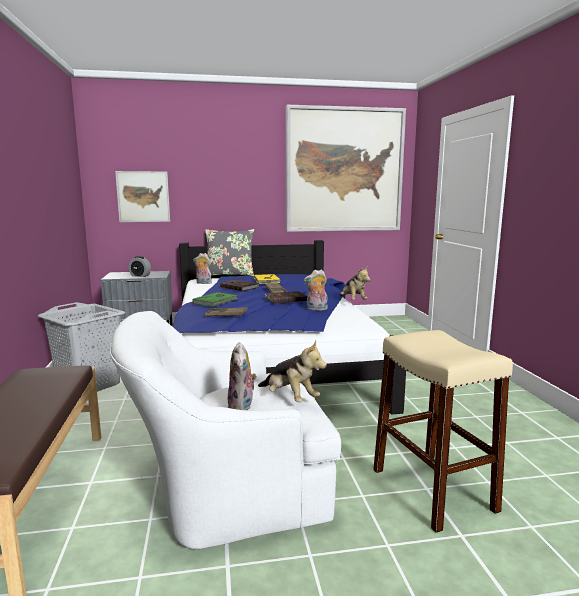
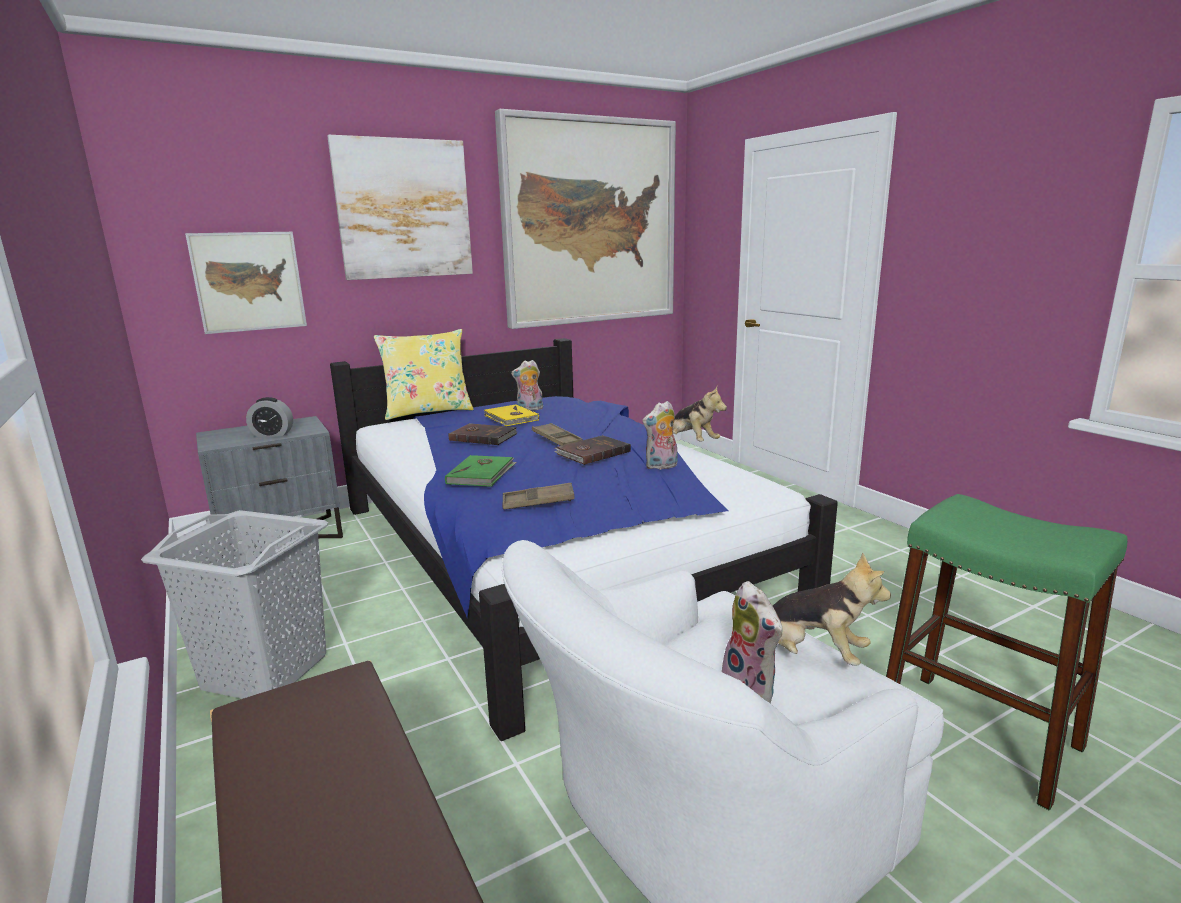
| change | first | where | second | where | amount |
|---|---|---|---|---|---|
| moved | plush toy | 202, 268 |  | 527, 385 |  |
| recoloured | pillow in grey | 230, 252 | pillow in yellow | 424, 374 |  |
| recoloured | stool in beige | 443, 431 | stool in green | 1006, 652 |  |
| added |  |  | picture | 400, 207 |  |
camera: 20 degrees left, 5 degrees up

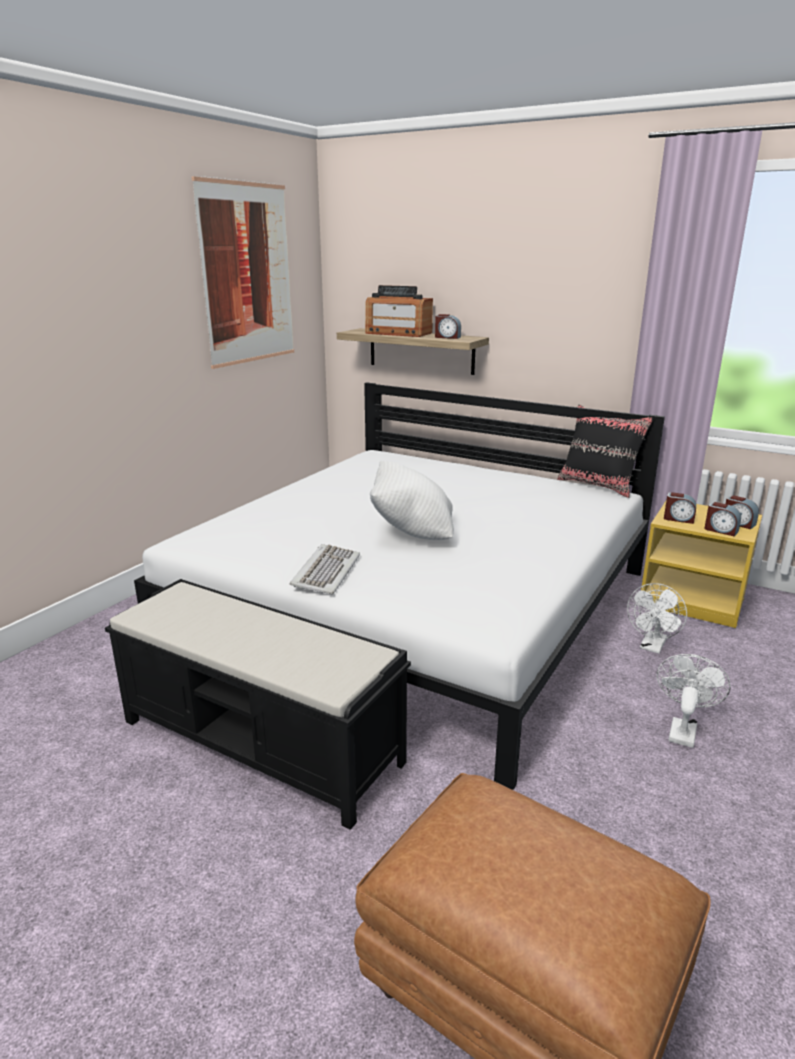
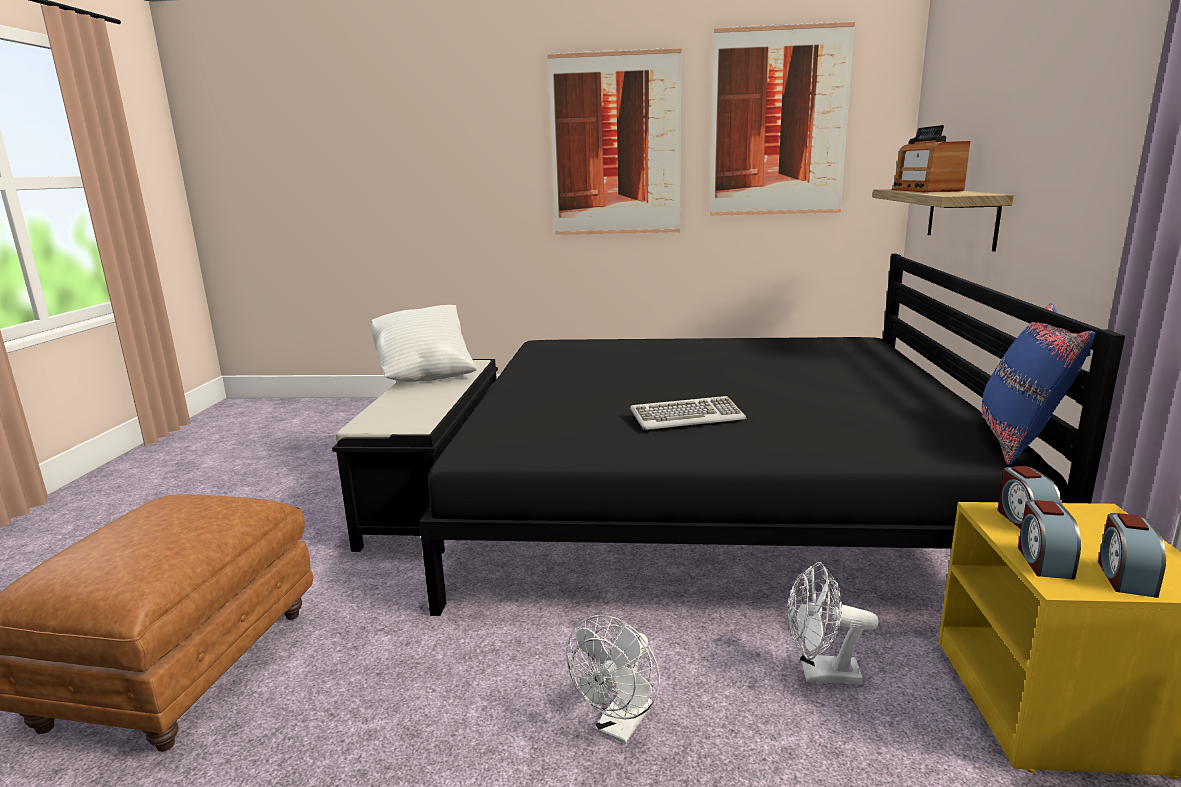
| change | first | where | second | where | amount |
|---|---|---|---|---|---|
| recoloured | bed in white | 399, 586 | bed in black | 772, 435 |  |
| moved | keyboard | 325, 569 |  | 688, 413 |  |
| moved | pillow in white | 412, 500 |  | 424, 343 |  |
| removed | alarm clock | 448, 326 |  |  |  |
| recoloured | pillow in black | 605, 451 | pillow in blue | 1038, 384 |  |
| turned | fan in white | 694, 701 |  | 613, 679 | 120 degrees clockwise |
| added |  |  | picture | 614, 141 |  |
camera: 65 degrees right, 5 degrees down

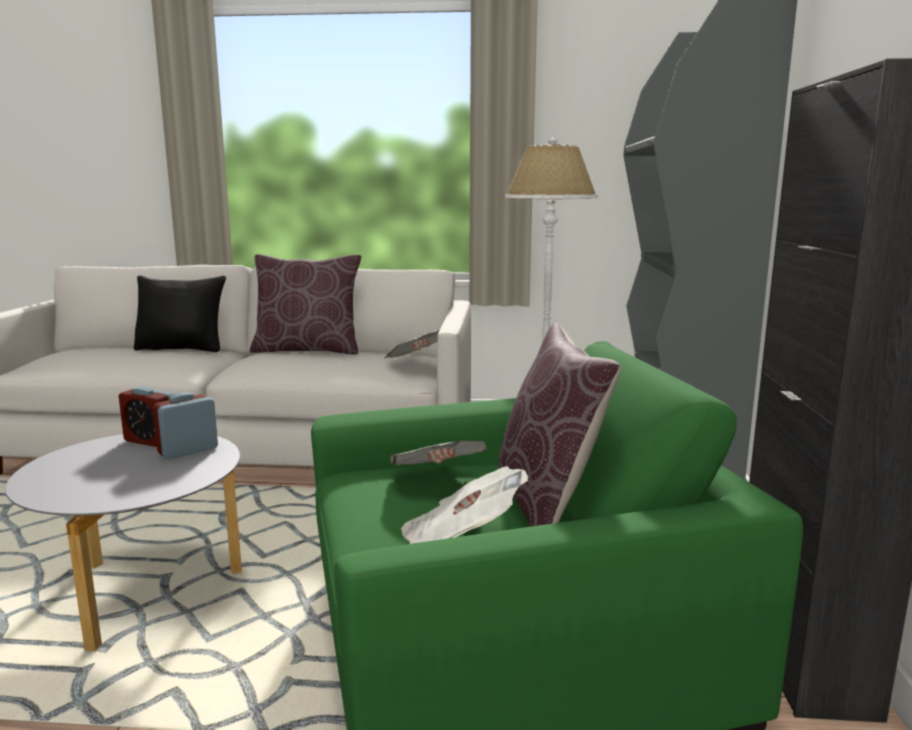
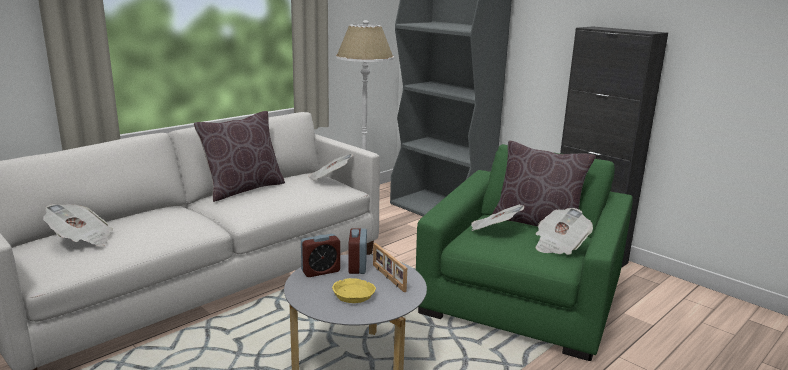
| change | first | where | second | where | amount |
|---|---|---|---|---|---|
| removed | pillow in black | 180, 314 |  |  |  |
| added |  |  | newspaper | 78, 225 |  |
| added |  |  | bowl in yellow | 354, 290 |  |
| added |  |  | picture frame | 390, 267 |  |
camera: 50 degrees left, 5 degrees up

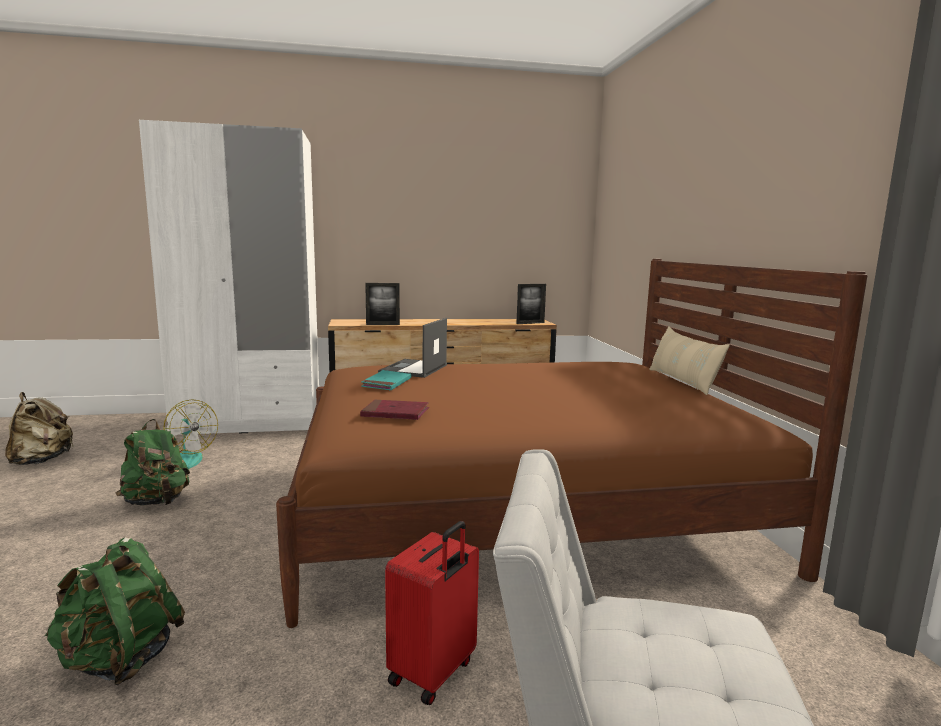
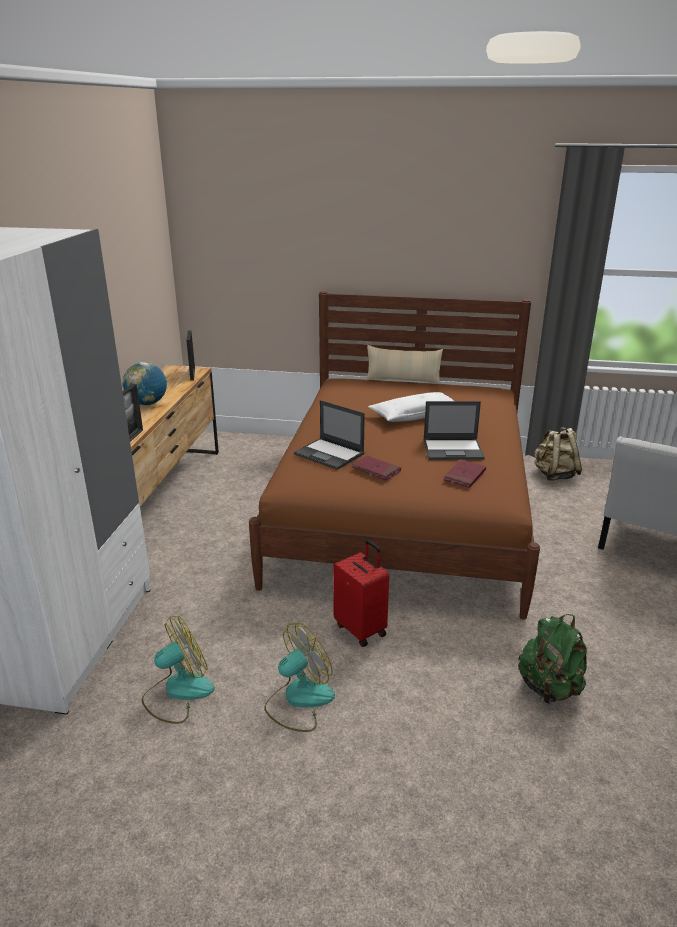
| change | first | where | second | where | amount |
|---|---|---|---|---|---|
| moved | backpack in beige | 39, 428 |  | 558, 454 |  |
| replaced | backpack in green | 152, 462 | fan | 299, 677 |  |
| recoloured | book in turquoise | 386, 380 | book in red | 376, 467 |  |
| moved | suitcase in red | 432, 613 |  | 361, 593 |  |
| added |  |  | globe | 144, 383 |  |
| added |  |  | pillow in white | 411, 407 |  |
| added |  |  | laptop | 454, 430 |  |
camera: 70 degrees left, 15 degrees up

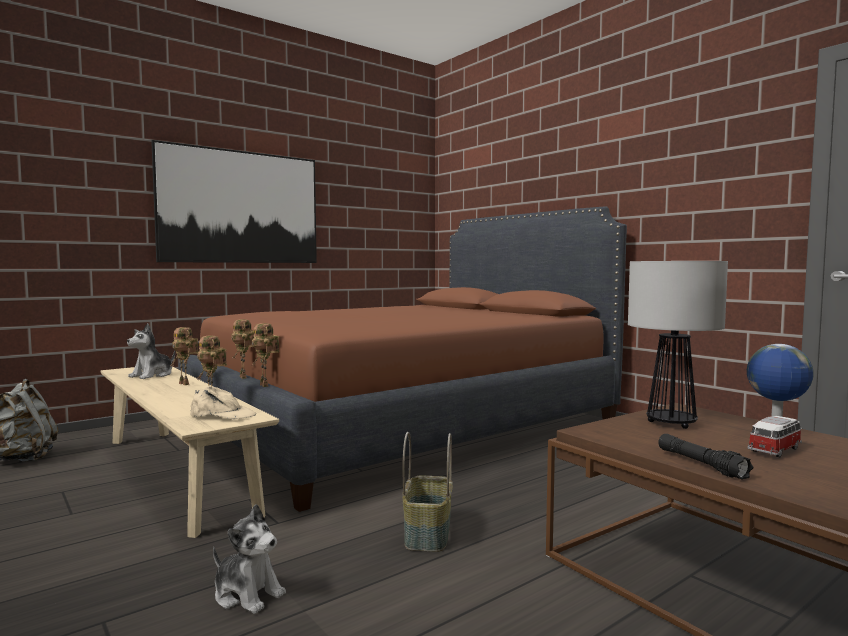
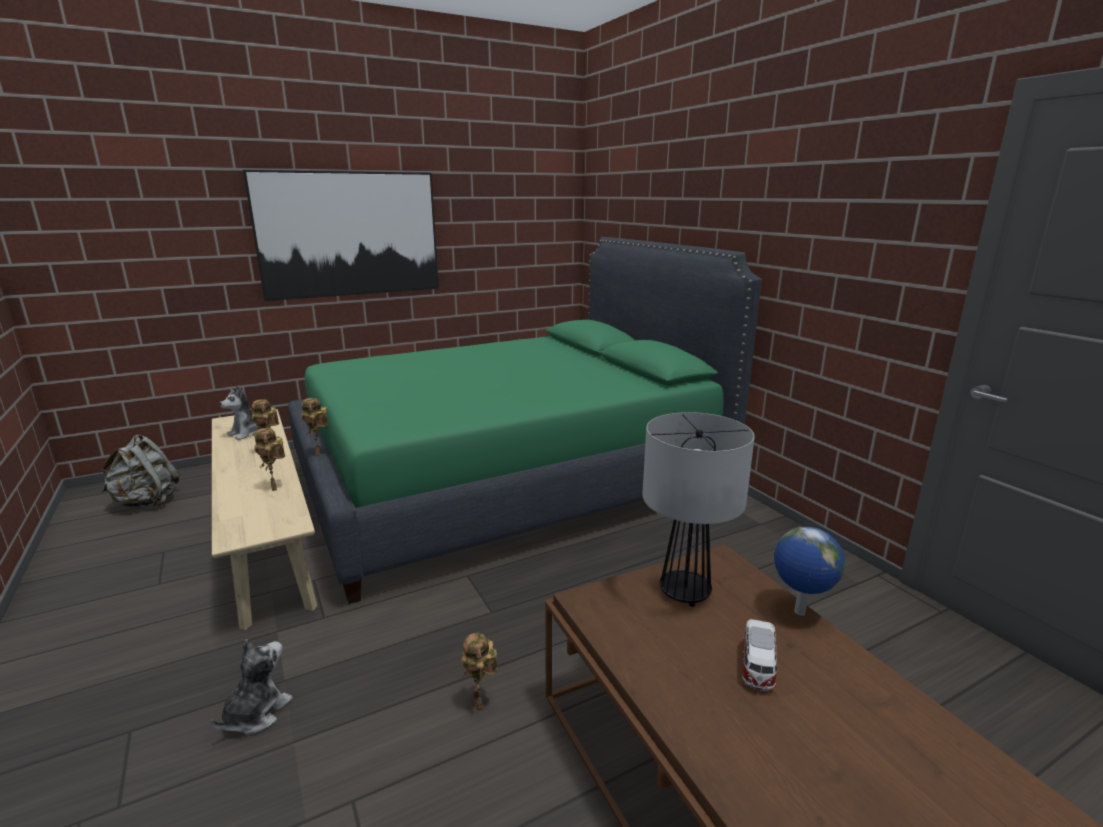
| change | first | where | second | where | amount |
|---|---|---|---|---|---|
| recoloured | bed in brown | 403, 359 | bed in green | 525, 420 |  |
| removed | cap in beige | 223, 402 |  |  |  |
| turned | plush toy | 249, 559 |  | 252, 686 | 105 degrees counterclockwise |
| moved | toy robot | 265, 355 |  | 479, 672 |  |
| removed | basket | 427, 492 |  |  |  |
| removed | flashlight in black | 705, 456 |  |  |  |
| turned | toy car | 775, 436 |  | 760, 655 | 135 degrees clockwise |
camera: 10 degrees right, 15 degrees up

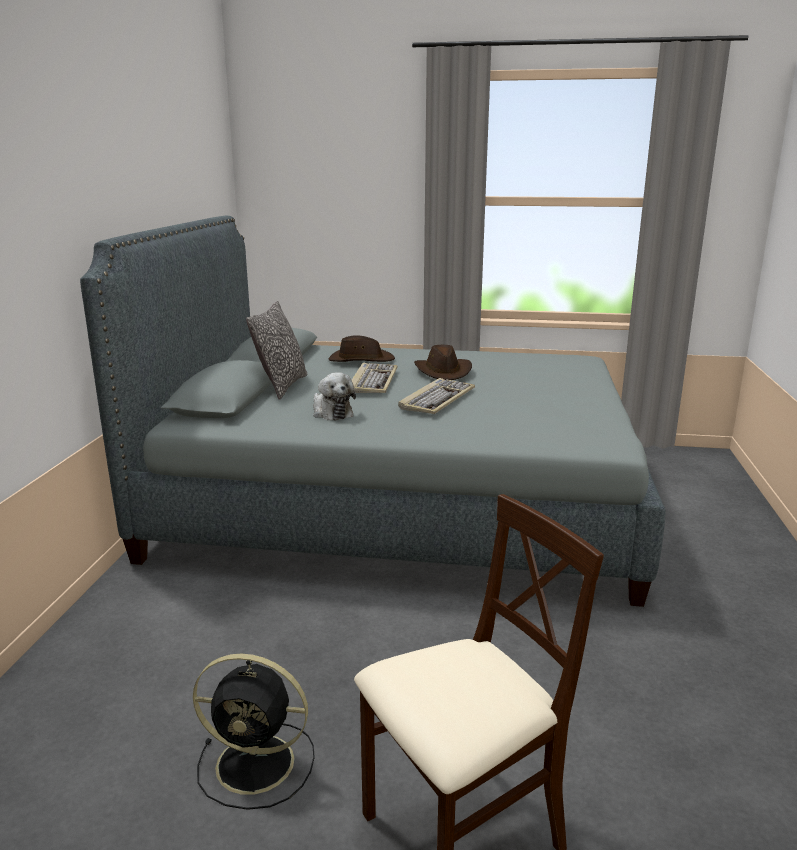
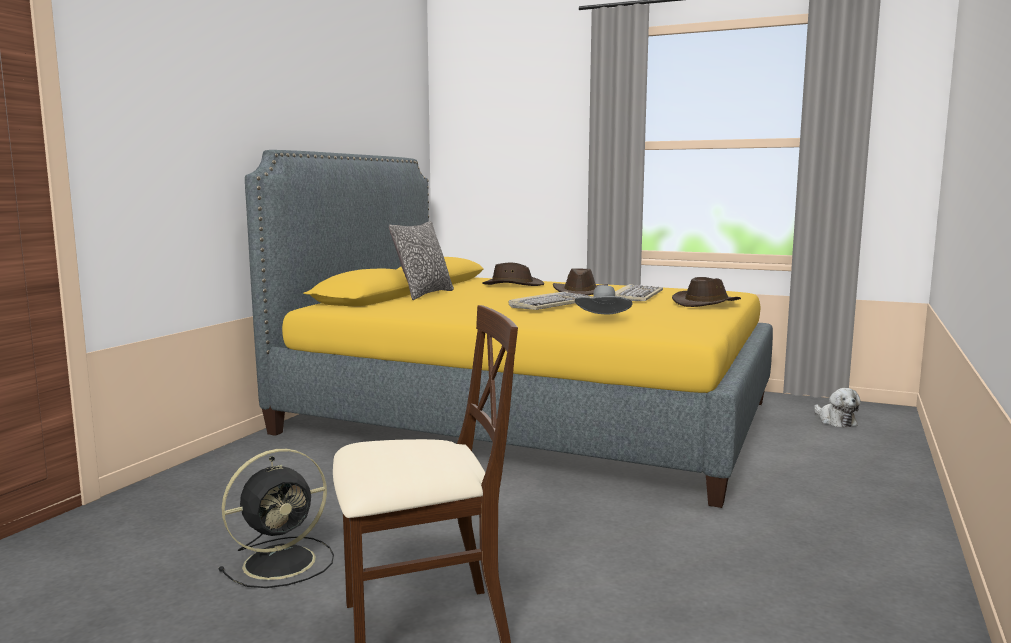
| change | first | where | second | where | amount |
|---|---|---|---|---|---|
| recoloured | bed in grey | 373, 411 | bed in yellow | 509, 329 |  |
| turned | fan in black | 254, 732 |  | 276, 518 | 60 degrees counterclockwise |
| moved | plush toy | 334, 397 |  | 837, 408 |  |
| moved | keyboard | 375, 378 |  | 639, 292 |  |
| added |  |  | hat in grey | 603, 299 |  |
| added |  |  | hat in brown | 706, 292 |  |
camera: 15 degrees right, 10 degrees down

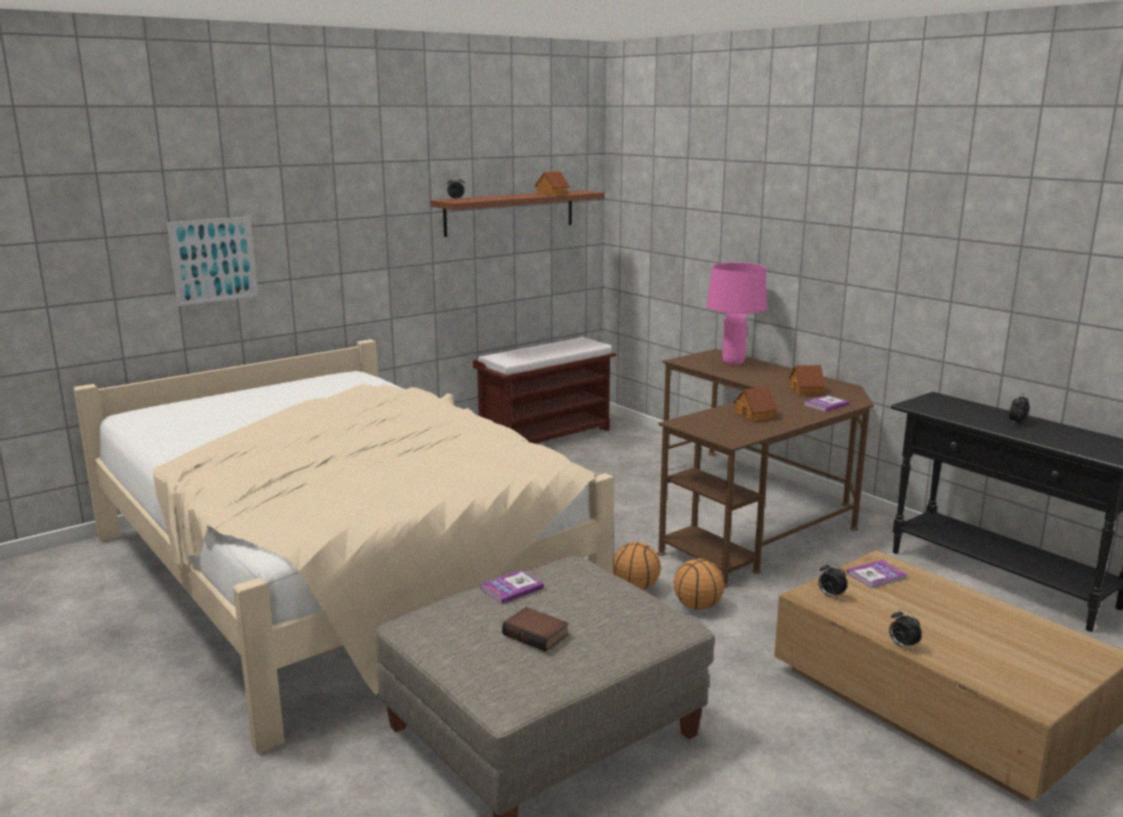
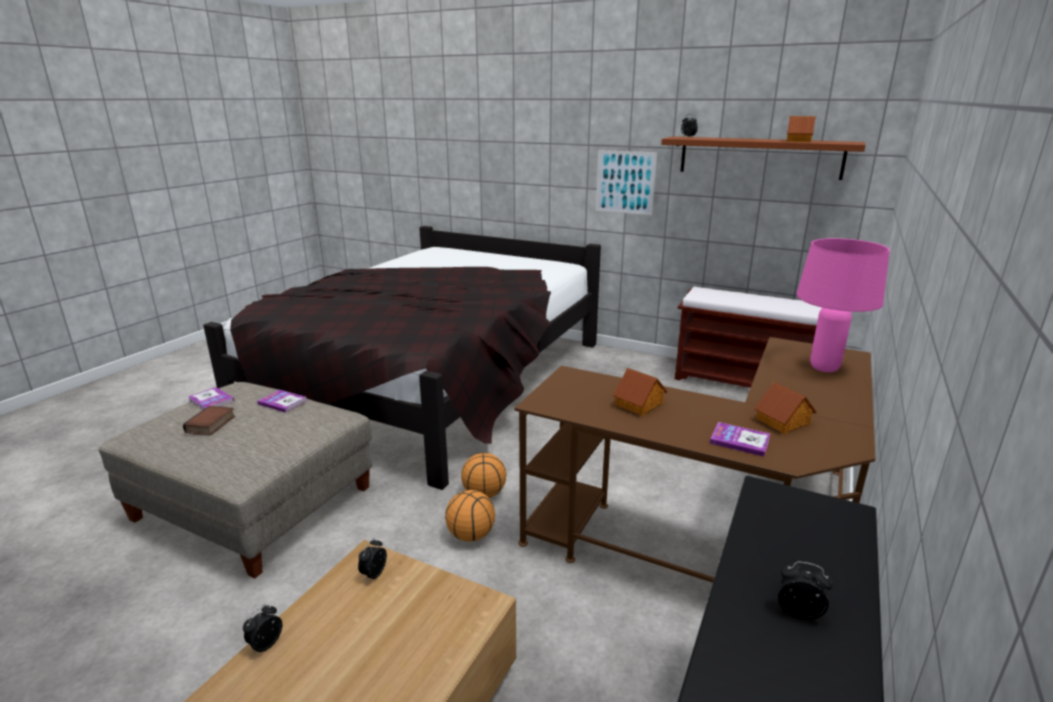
| change | first | where | second | where | amount |
|---|---|---|---|---|---|
| recoloured | bed in beige | 343, 546 | bed in black | 402, 358 |  |
| moved | picture | 212, 261 |  | 626, 182 |  |
| moved | book | 877, 574 |  | 211, 398 |  |
camera: 65 degrees right, 5 degrees up

